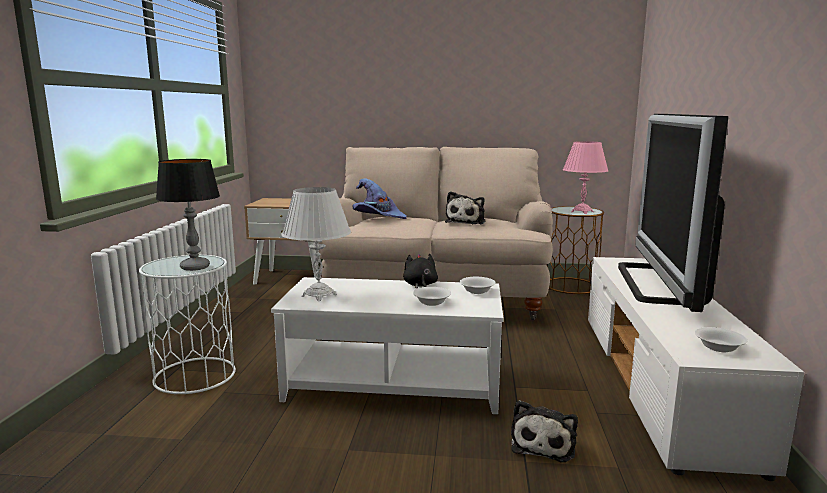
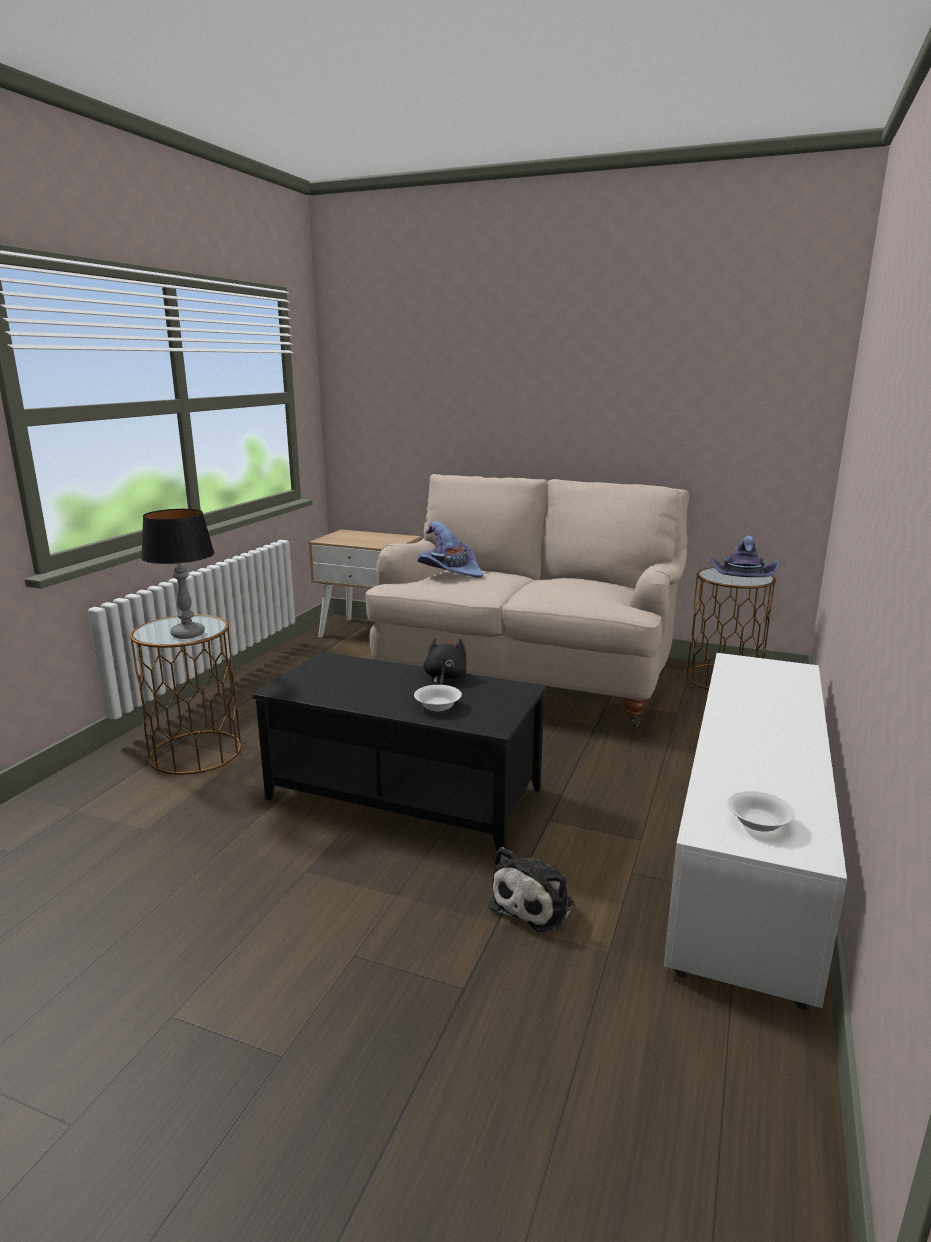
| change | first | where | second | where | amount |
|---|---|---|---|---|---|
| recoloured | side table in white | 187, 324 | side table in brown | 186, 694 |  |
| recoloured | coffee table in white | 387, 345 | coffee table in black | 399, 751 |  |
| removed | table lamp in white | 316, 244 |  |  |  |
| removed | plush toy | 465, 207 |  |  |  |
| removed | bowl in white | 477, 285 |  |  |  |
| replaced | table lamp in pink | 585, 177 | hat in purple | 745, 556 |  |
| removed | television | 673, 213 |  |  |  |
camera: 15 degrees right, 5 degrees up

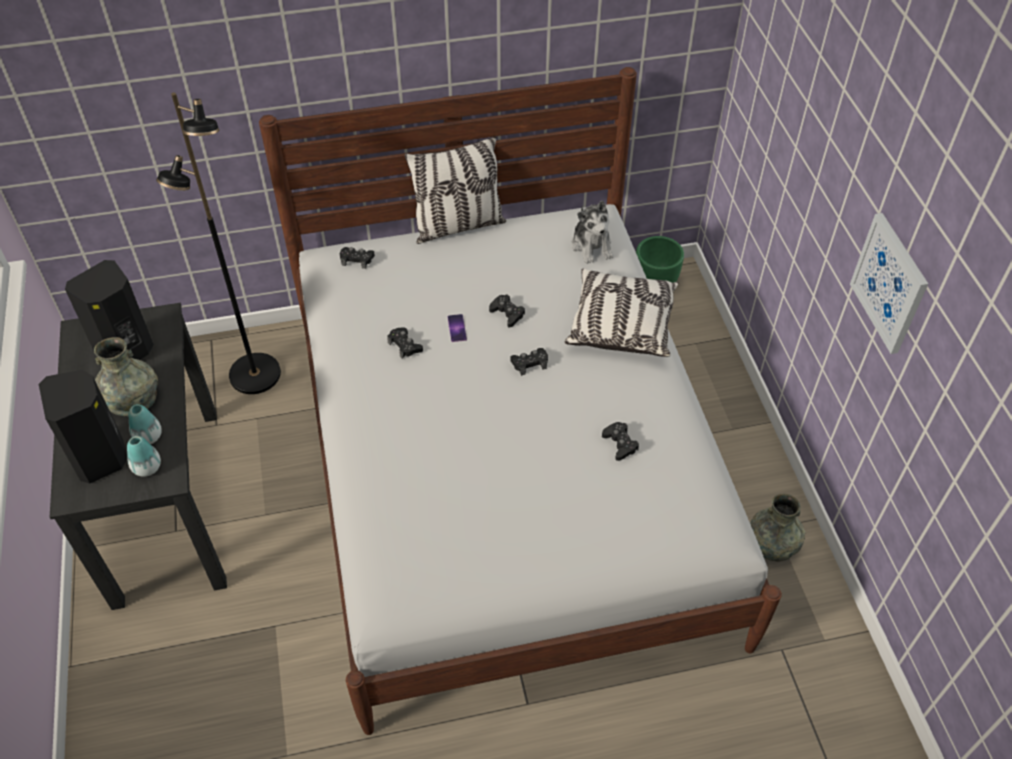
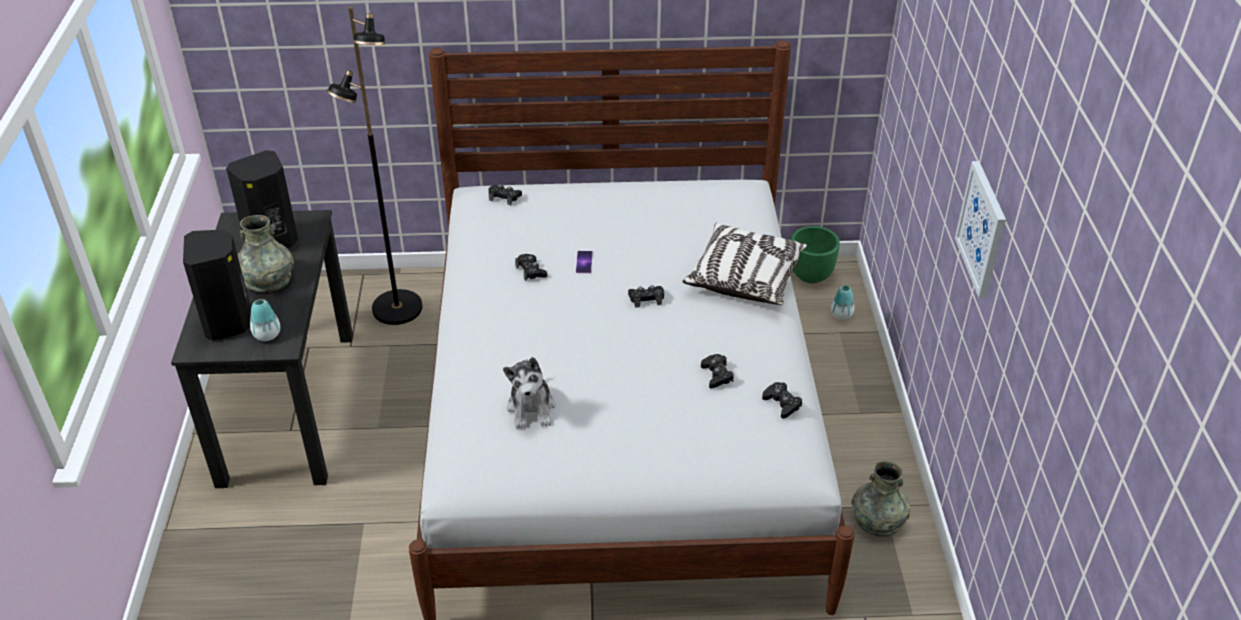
| change | first | where | second | where | amount |
|---|---|---|---|---|---|
| moved | vase | 145, 424 |  | 843, 302 |  |
| removed | pillow | 455, 190 |  |  |  |
| moved | game controller in black | 507, 311 |  | 782, 400 |  |
| moved | plush toy | 592, 232 |  | 529, 393 |  |
camera: 10 degrees right, 10 degrees down

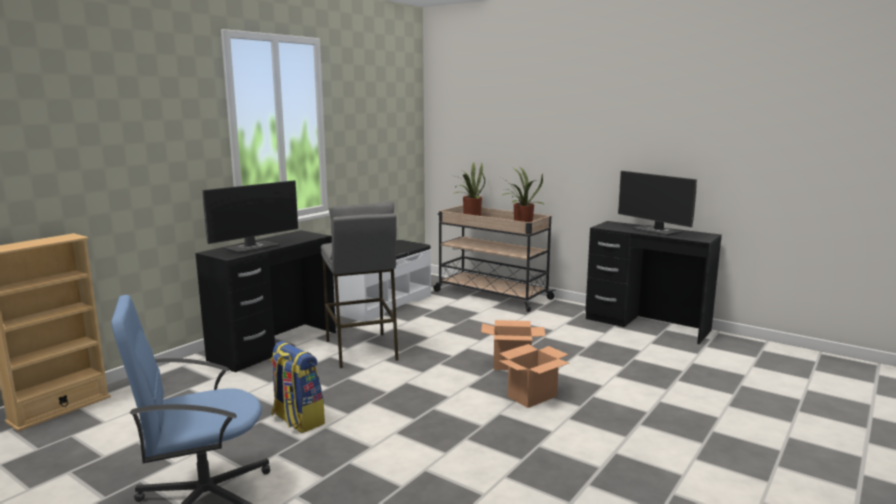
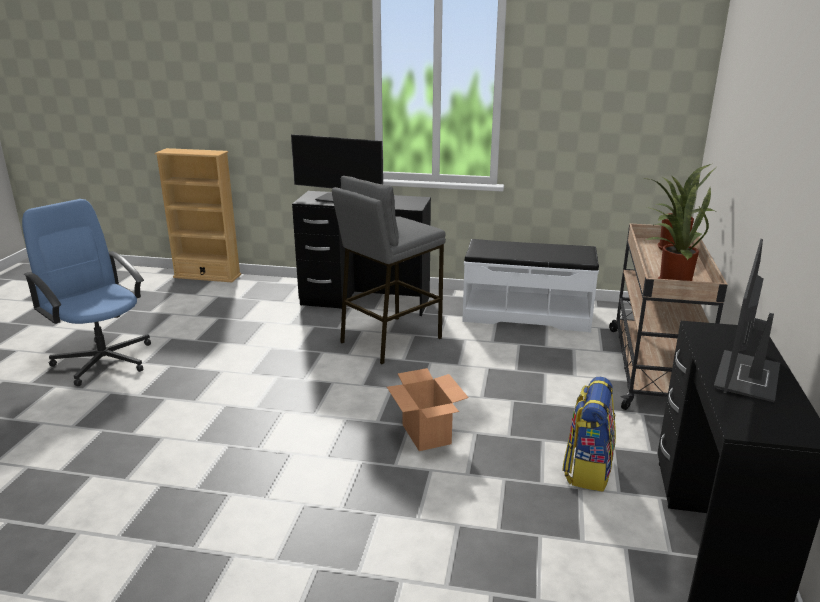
| change | first | where | second | where | amount |
|---|---|---|---|---|---|
| moved | backpack | 297, 387 |  | 589, 434 |  |
| removed | cardboard box | 533, 376 |  |  |  |
camera: 65 degrees right, 10 degrees up

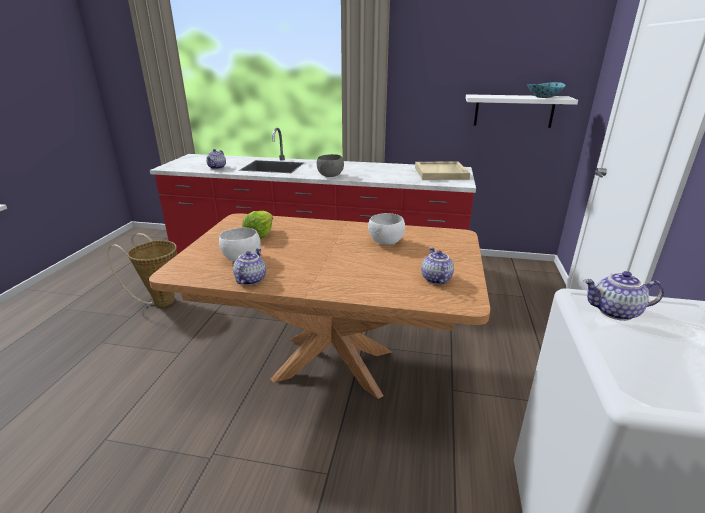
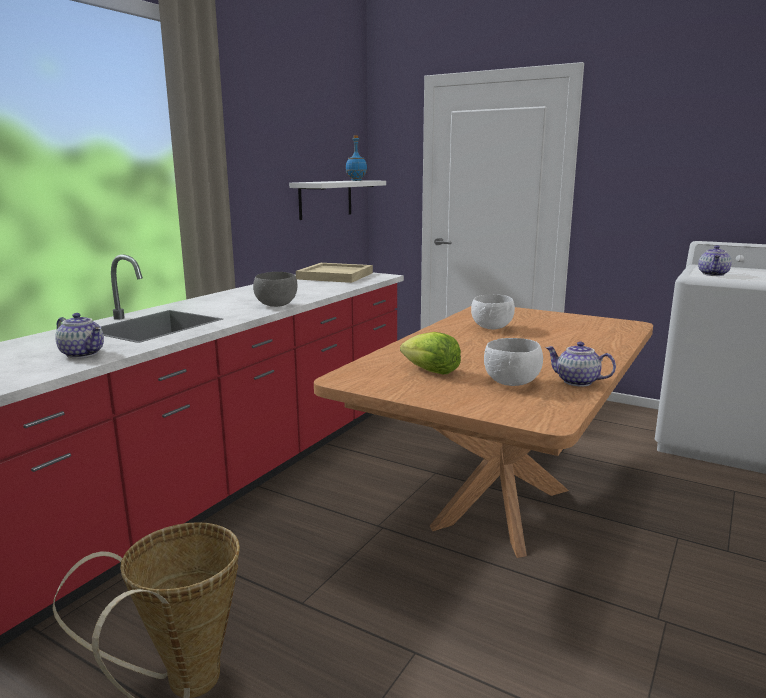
| change | first | where | second | where | amount |
|---|---|---|---|---|---|
| removed | teapot | 437, 265 |  |  |  |
| replaced | bowl | 546, 90 | bottle in blue | 356, 158 |  |
camera: 70 degrees left, 10 degrees down

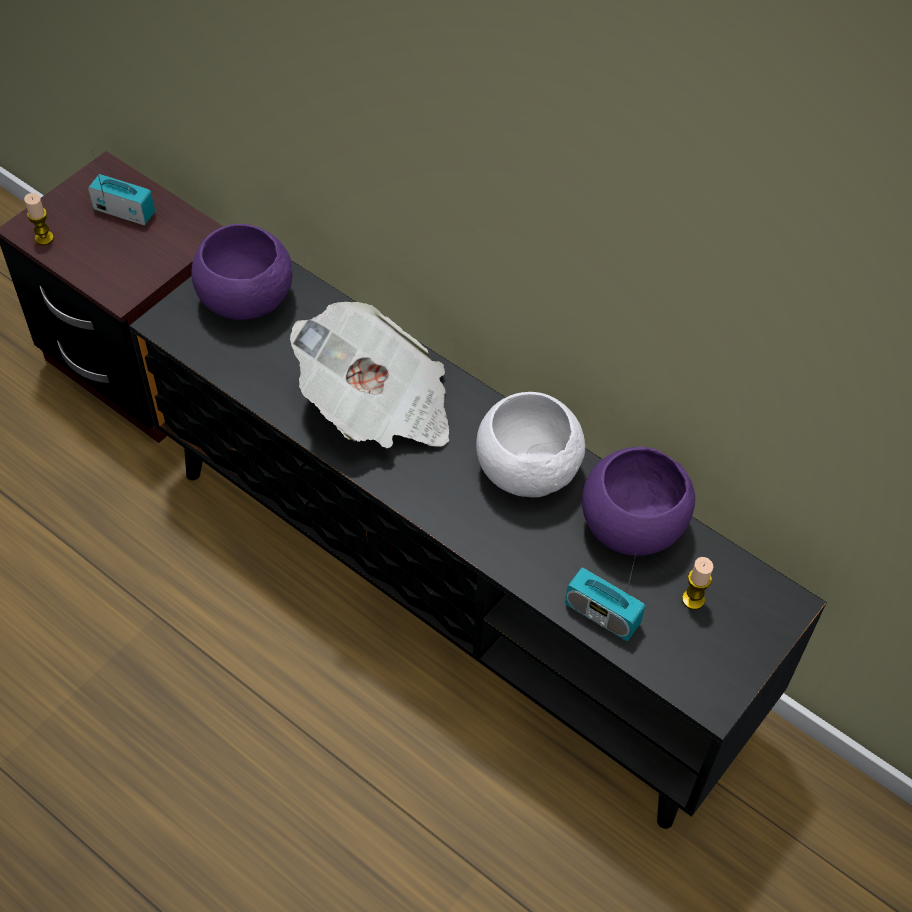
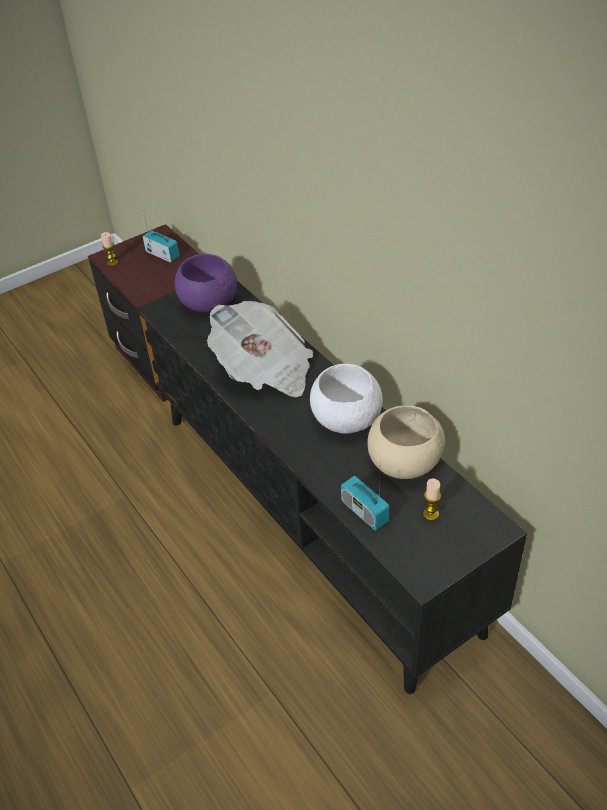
| change | first | where | second | where | amount |
|---|---|---|---|---|---|
| recoloured | bowl in purple | 639, 501 | bowl in beige | 406, 442 |  |
camera: 20 degrees right, 10 degrees down

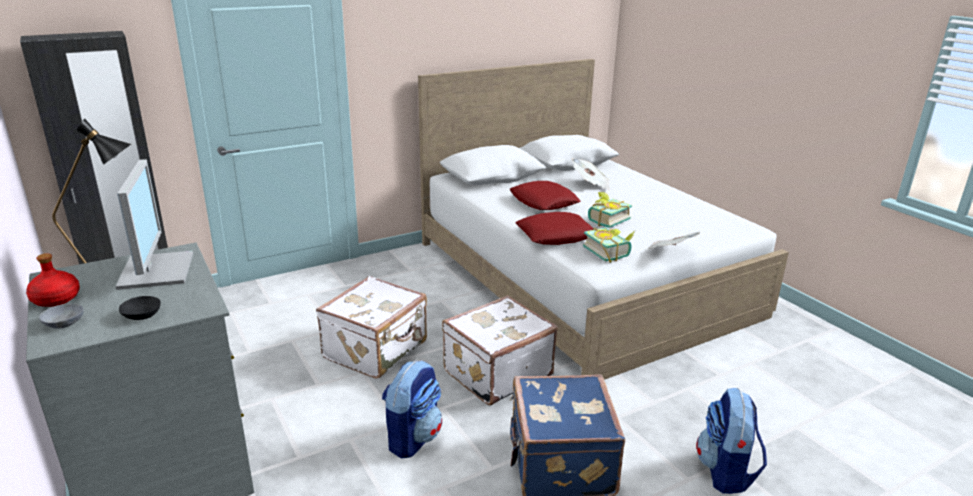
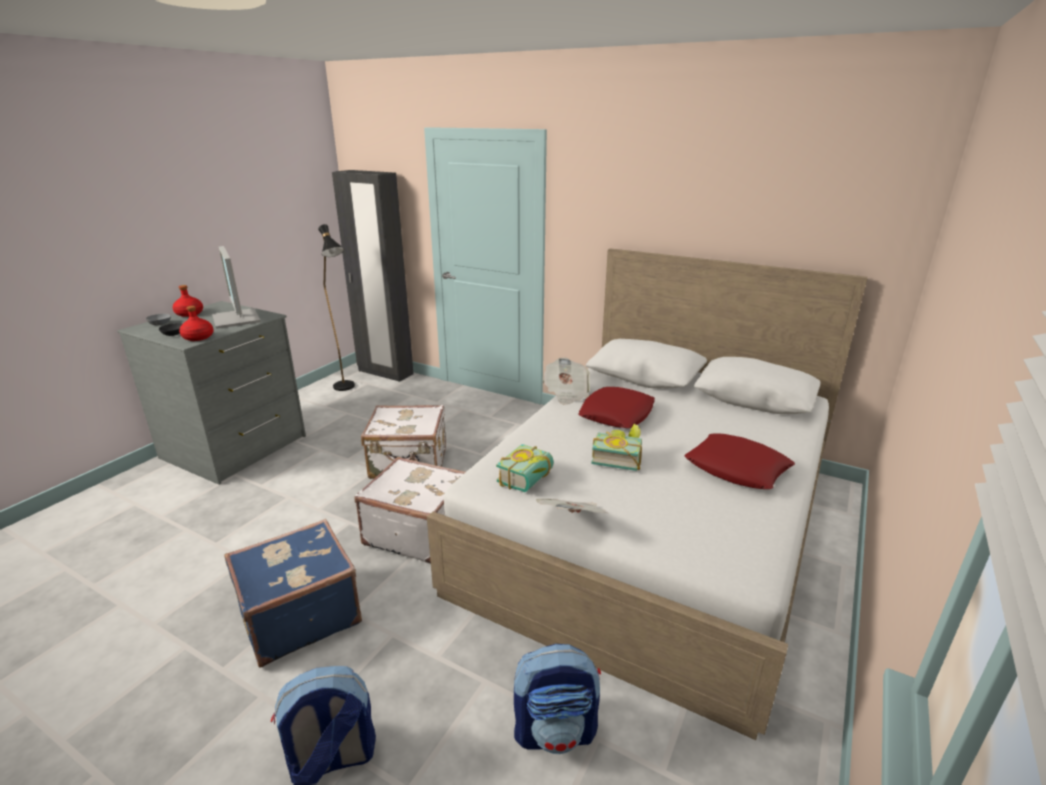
| change | first | where | second | where | amount |
|---|---|---|---|---|---|
| turned | monitor | 154, 224 |  | 236, 287 | 105 degrees clockwise |
| moved | backpack | 412, 409 |  | 557, 699 |  |
| moved | pillow in red | 554, 228 |  | 739, 461 |  |
| moved | newspaper | 591, 174 |  | 566, 381 |  |
| added |  |  | bottle in red | 196, 323 |  |
camera: 60 degrees right, 0 degrees up

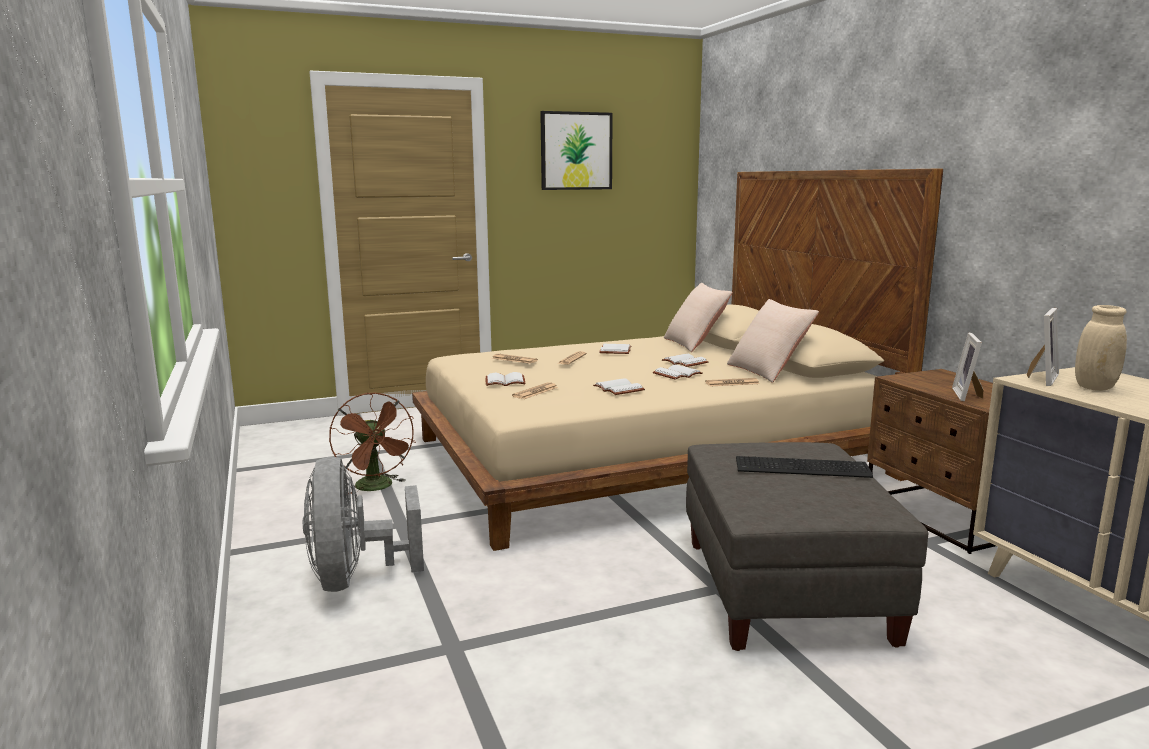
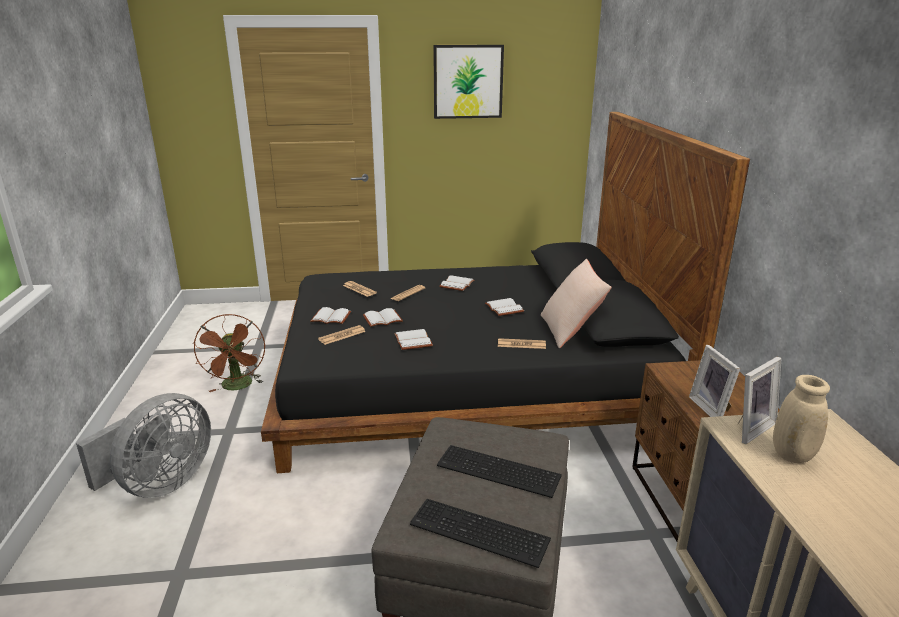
| change | first | where | second | where | amount |
|---|---|---|---|---|---|
| turned | fan in grey | 363, 524 |  | 143, 445 | 150 degrees counterclockwise |
| recoloured | bed in beige | 677, 360 | bed in black | 505, 292 |  |
| moved | book in white | 678, 372 |  | 383, 317 |  |
| removed | pillow in beige | 698, 317 |  |  |  |
| turned | picture frame | 968, 367 |  | 714, 381 | 45 degrees counterclockwise |
| added |  |  | keyboard | 480, 533 |  |
camera: 15 degrees right, 10 degrees up

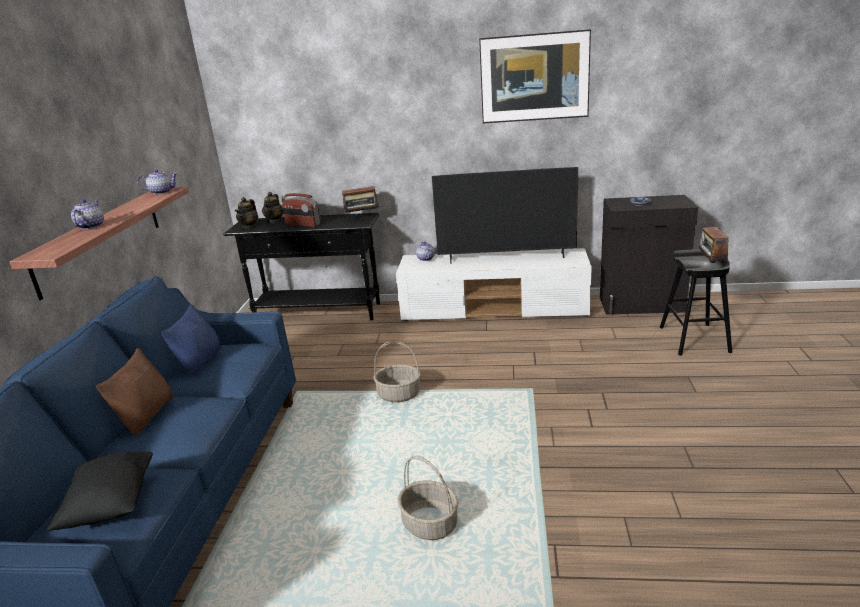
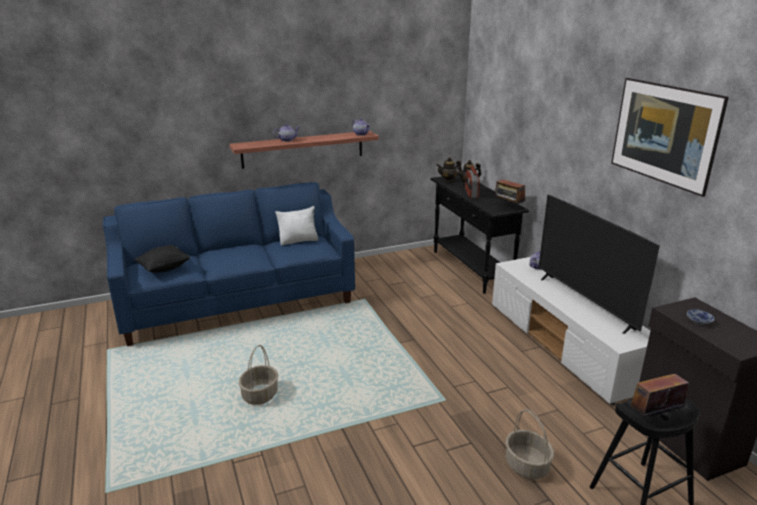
| change | first | where | second | where | amount |
|---|---|---|---|---|---|
| removed | pillow in brown | 135, 392 |  |  |  |
| recoloured | pillow in blue | 191, 340 | pillow in white | 297, 225 |  |
| moved | basket | 397, 371 |  | 530, 444 |  |
camera: 60 degrees right, 0 degrees up

